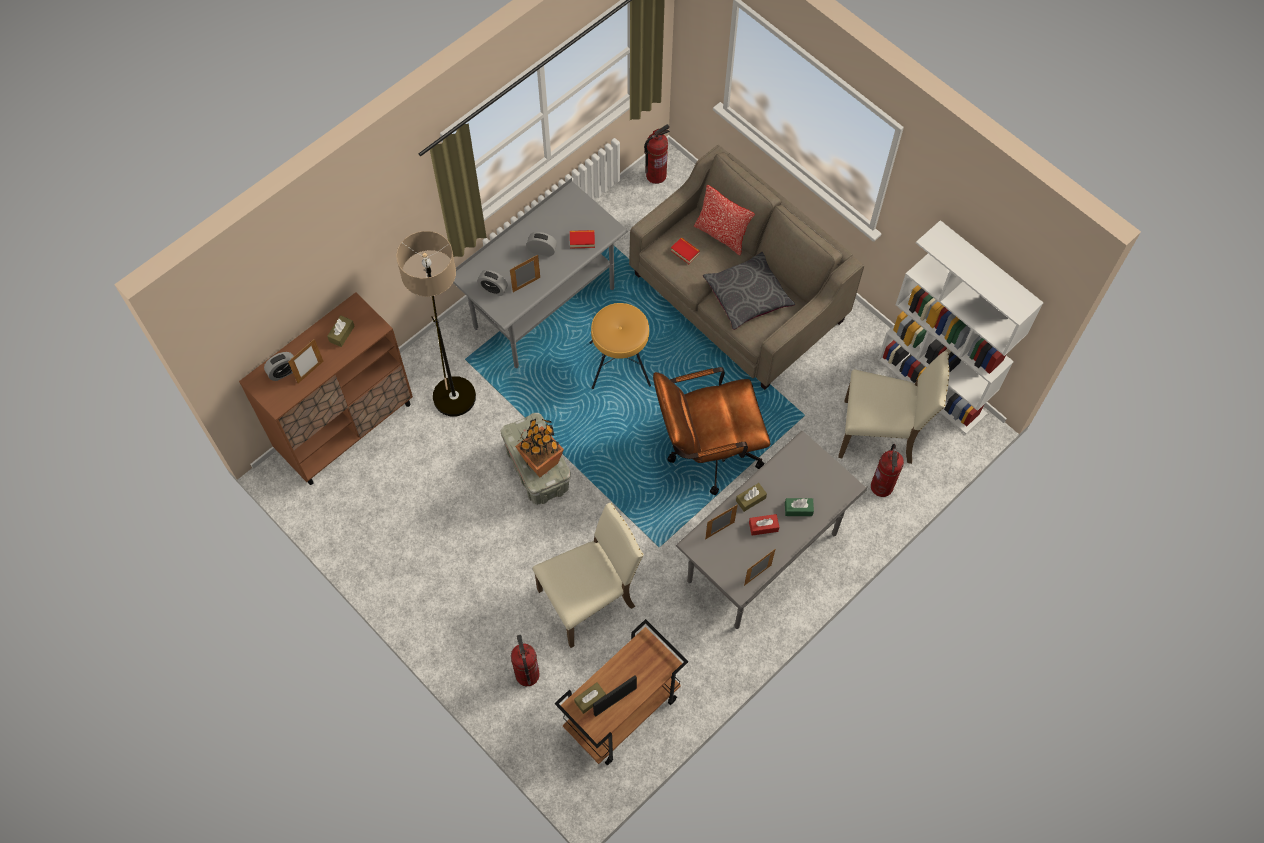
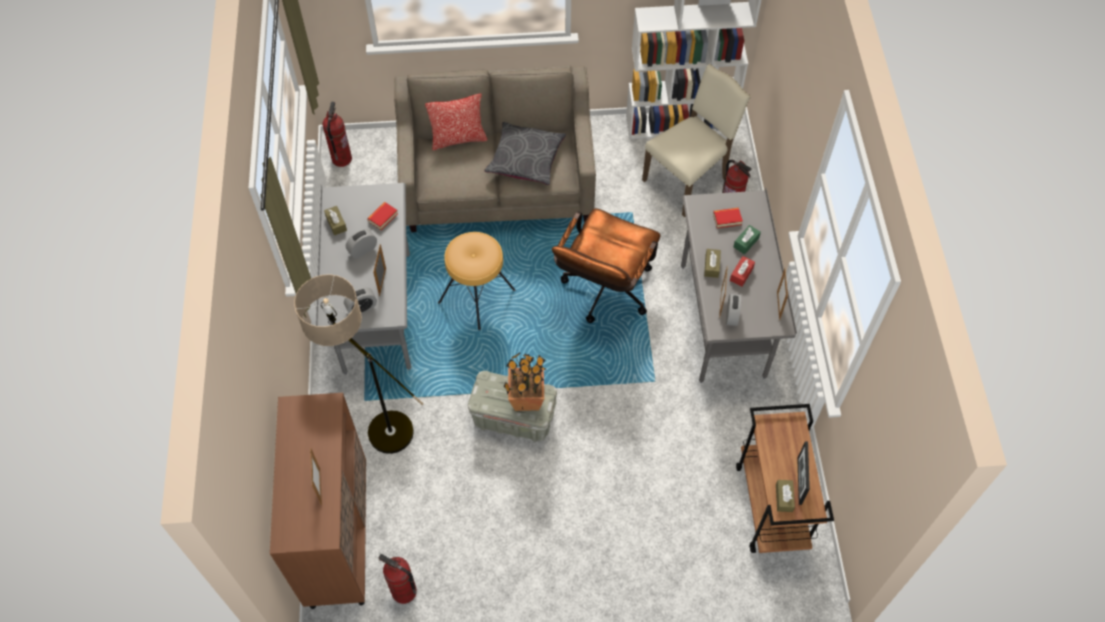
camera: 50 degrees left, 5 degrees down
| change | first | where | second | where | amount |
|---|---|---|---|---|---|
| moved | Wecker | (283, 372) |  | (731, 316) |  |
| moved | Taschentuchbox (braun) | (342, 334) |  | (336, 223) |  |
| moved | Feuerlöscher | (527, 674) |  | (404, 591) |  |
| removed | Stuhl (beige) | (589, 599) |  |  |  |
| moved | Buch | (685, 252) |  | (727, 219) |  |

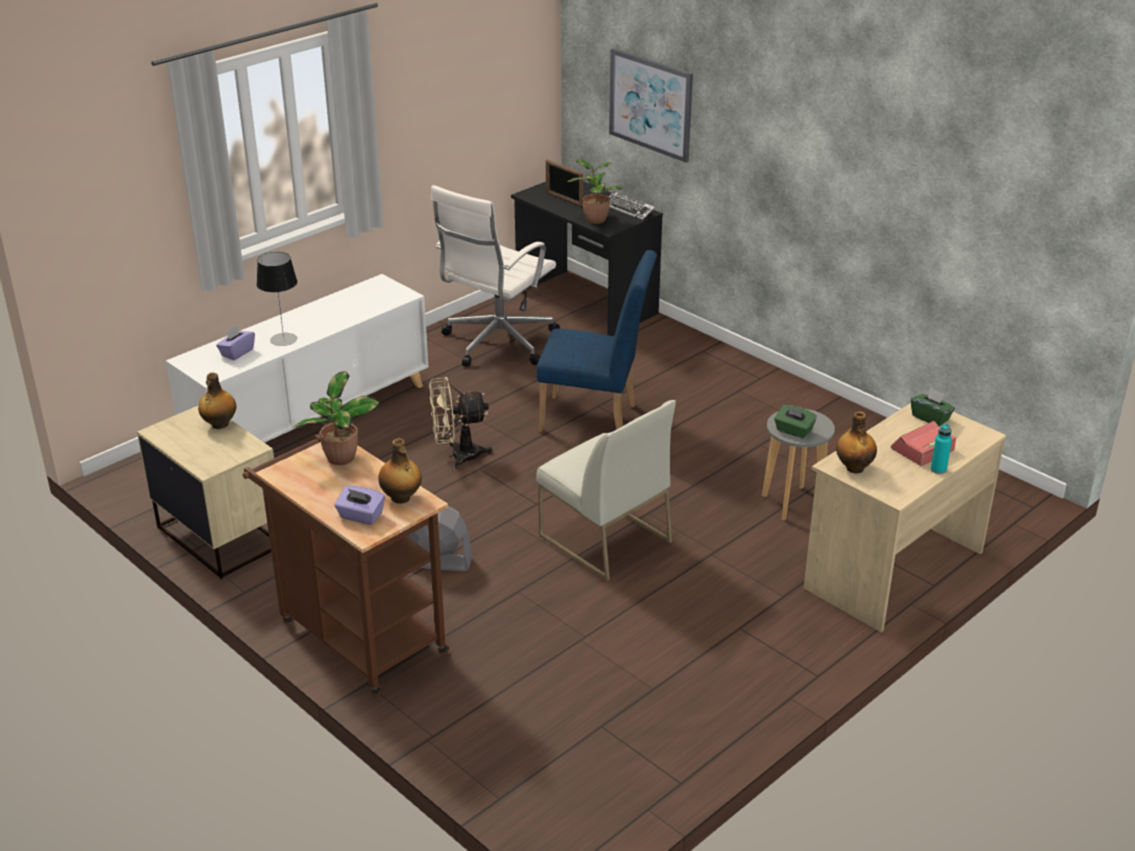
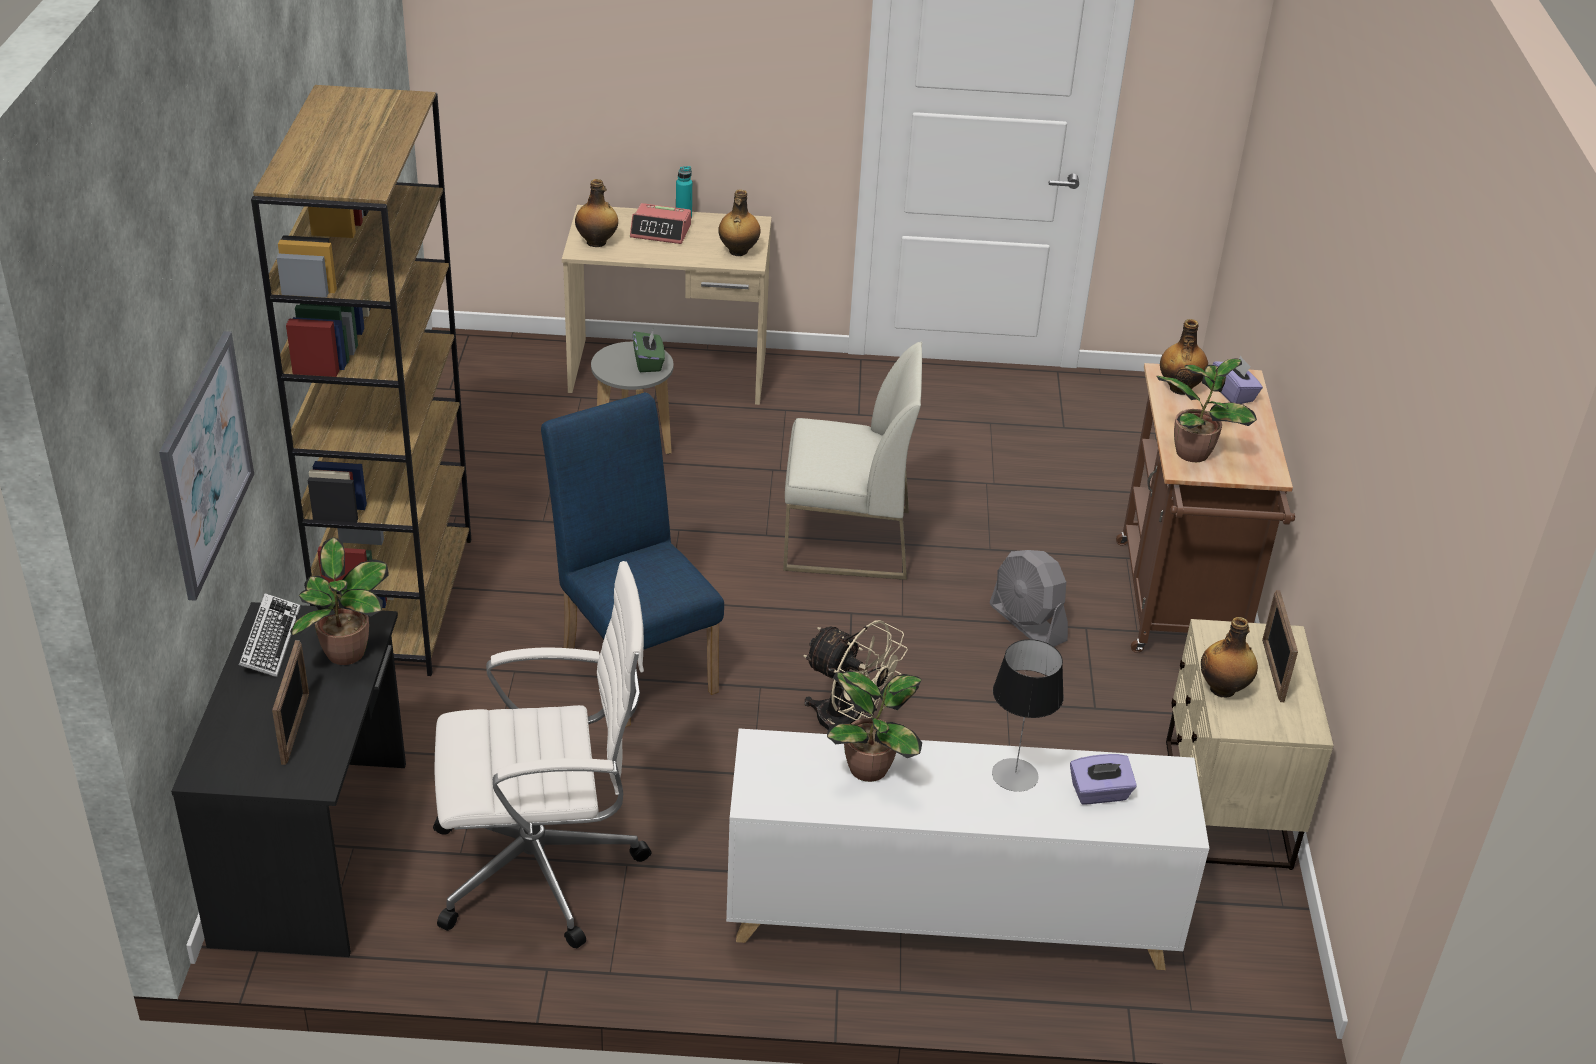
camera: 135 degrees left, 5 degrees up
| change | first | where | second | where | amount |
|---|---|---|---|---|---|
| turned | Stuhl (weiß) | (603, 539) |  | (845, 540) | 90 degrees clockwise |
| replaced | Taschentuchbox (grün) | (930, 418) | Flasche | (597, 242) |  |
| added |  |  | Bücherregal (braun) | (397, 600) |  |
| added |  |  | Topfpflanze | (871, 768) |  |
| added |  |  | Bilderrahmen | (1272, 670) |  |

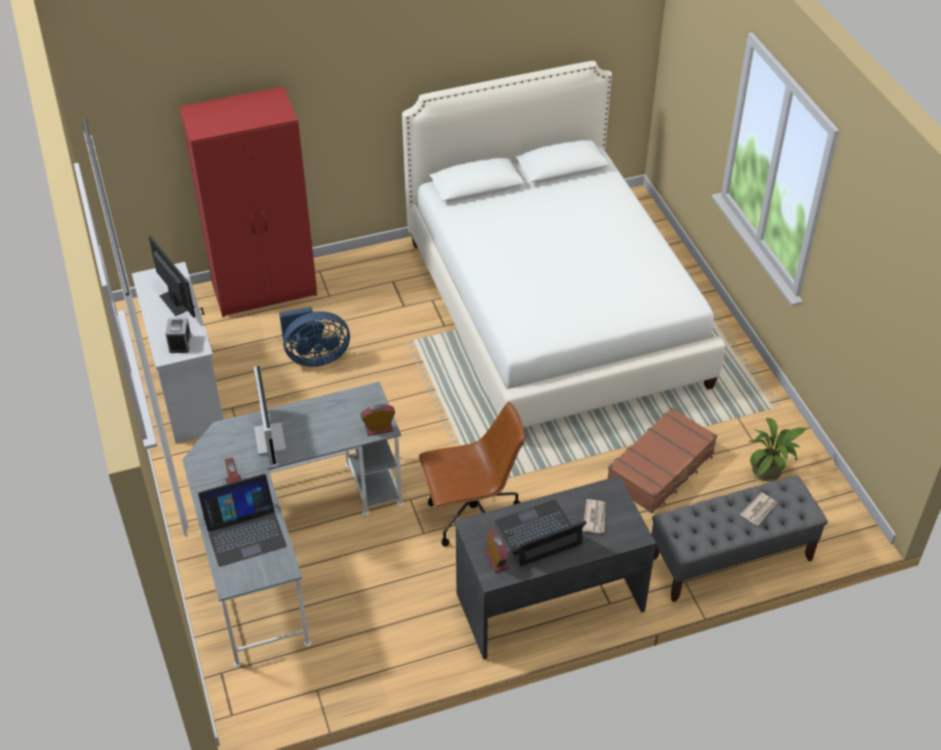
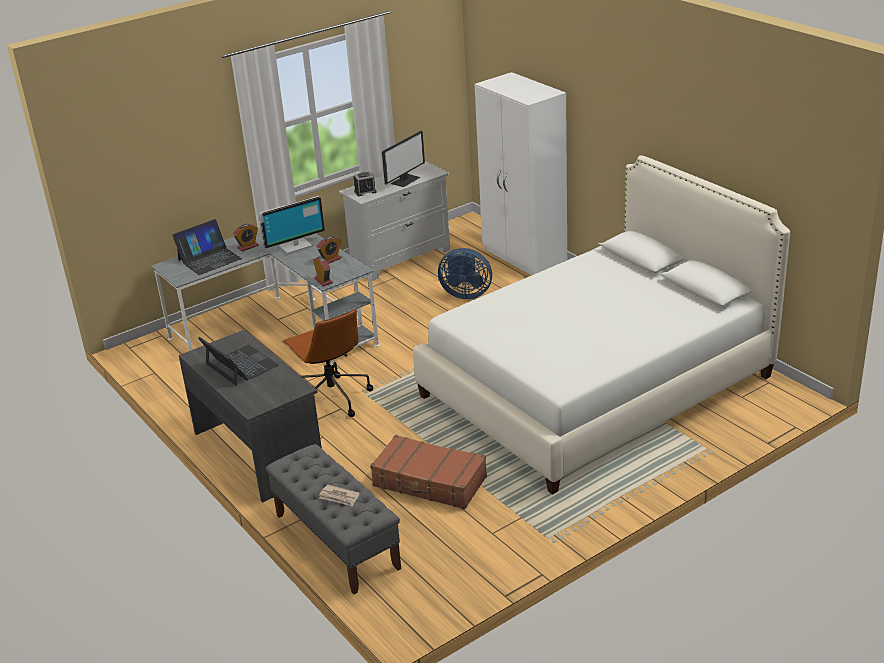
camera: 75 degrees right, 15 degrees down
| change | first | where | second | where | amount |
|---|---|---|---|---|---|
| recoloured | Kleiderschrank (rot) | (265, 290) | Kleiderschrank (weiß) | (524, 257) |  |
| turned | Laptop | (244, 532) |  | (209, 259) | 90 degrees counterclockwise |
| turned | Ventilator (blau) | (315, 357) |  | (465, 294) | 45 degrees counterclockwise |
| moved | Wecker | (497, 560) |  | (330, 259) |  |
| removed | Zeitung | (595, 517) |  |  |  |
| removed | Topfpflanze | (770, 471) |  |  |  |

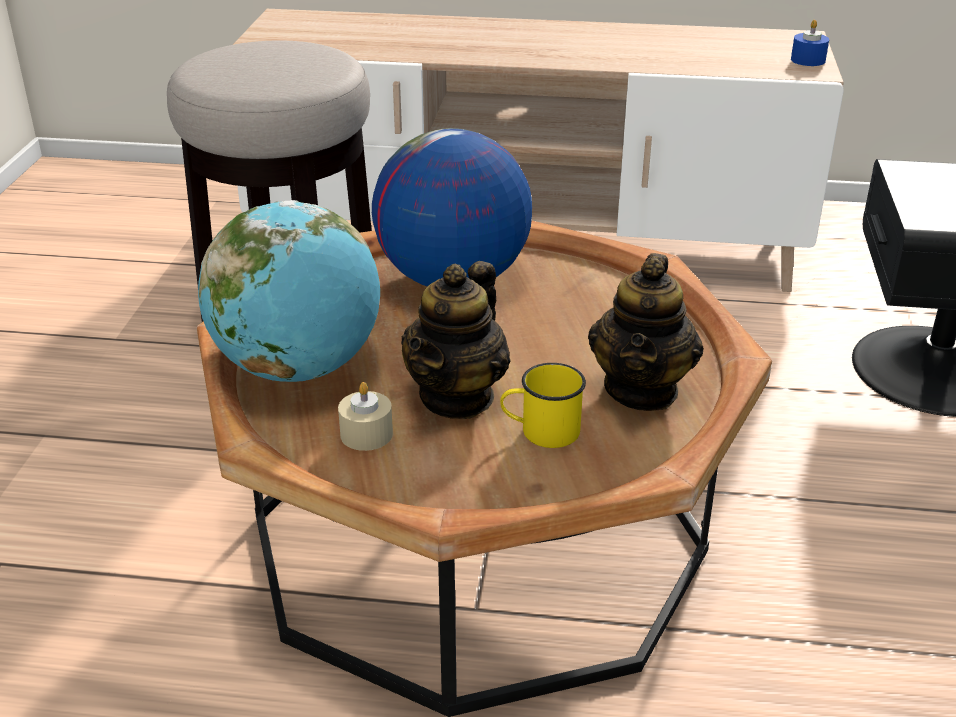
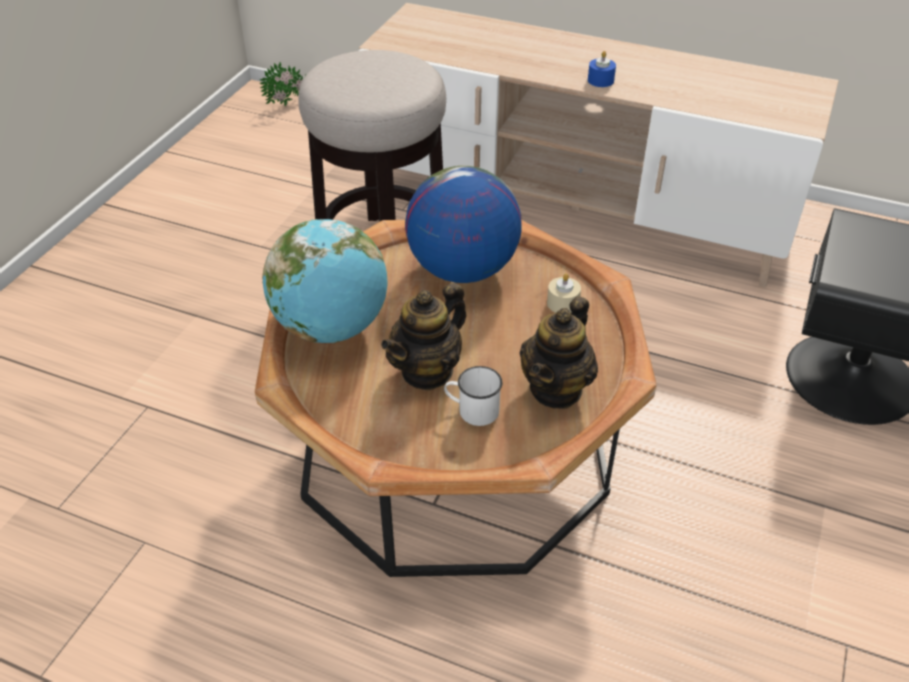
camera: 15 degrees right, 10 degrees up
| change | first | where | second | where | amount |
|---|---|---|---|---|---|
| moved | Kerze (beige) | (366, 434) |  | (563, 303) |  |
| recoloured | Henkelbecher (gelb) | (541, 431) | Henkelbecher (weiß) | (472, 410) |  |
| moved | Kerze (blau) | (808, 60) |  | (600, 80) |  |
| added |  |  | Topfpflanze | (289, 103) |  |

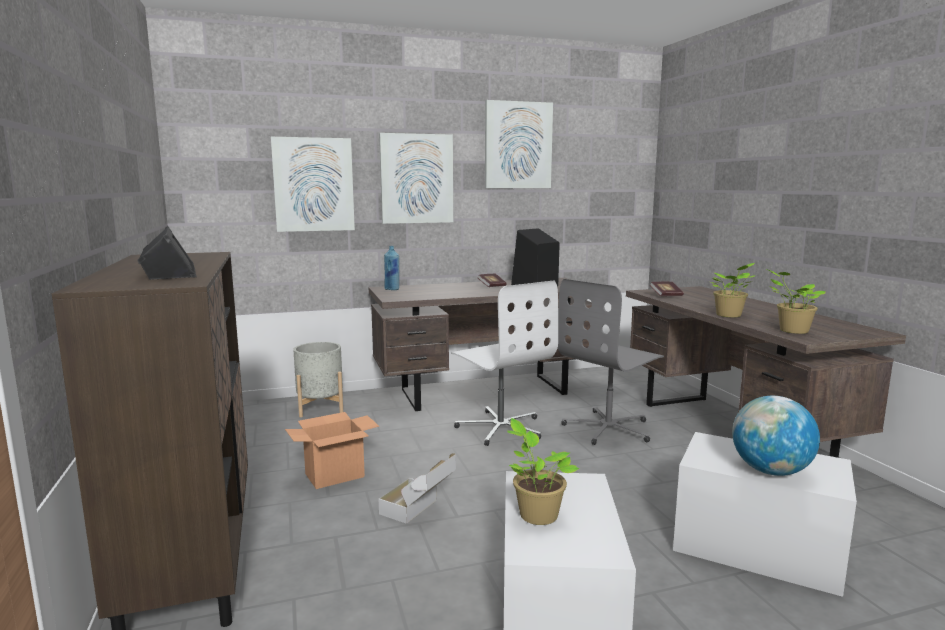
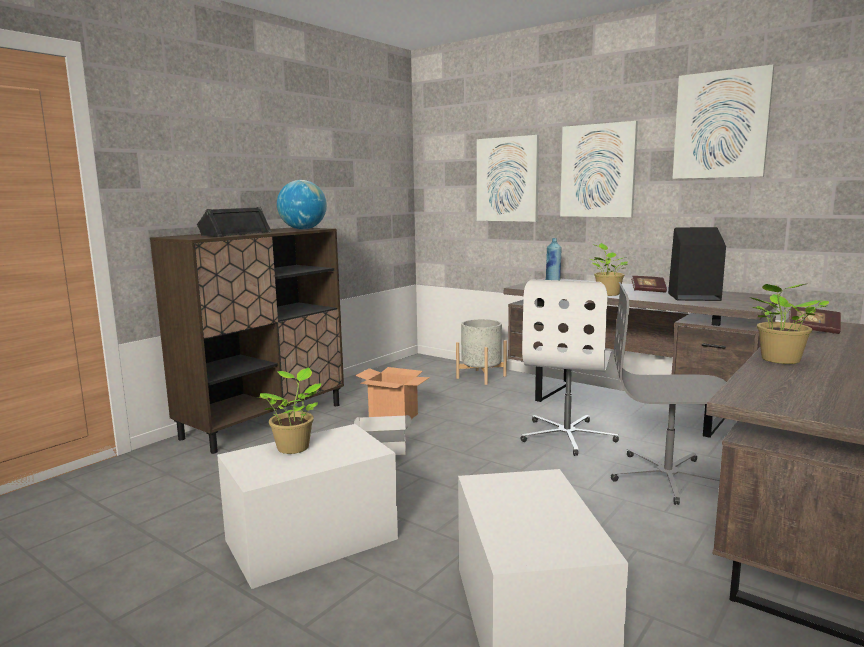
camera: 55 degrees right, 0 degrees up
| change | first | where | second | where | amount |
|---|---|---|---|---|---|
| moved | Globus | (770, 471) |  | (303, 229) |  |
| moved | Topfpflanze | (791, 330) |  | (607, 294) |  |

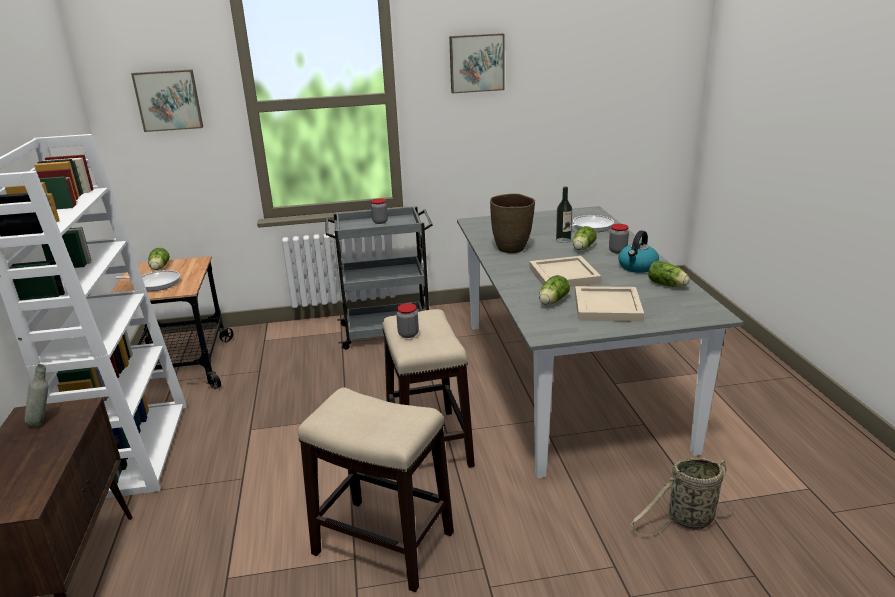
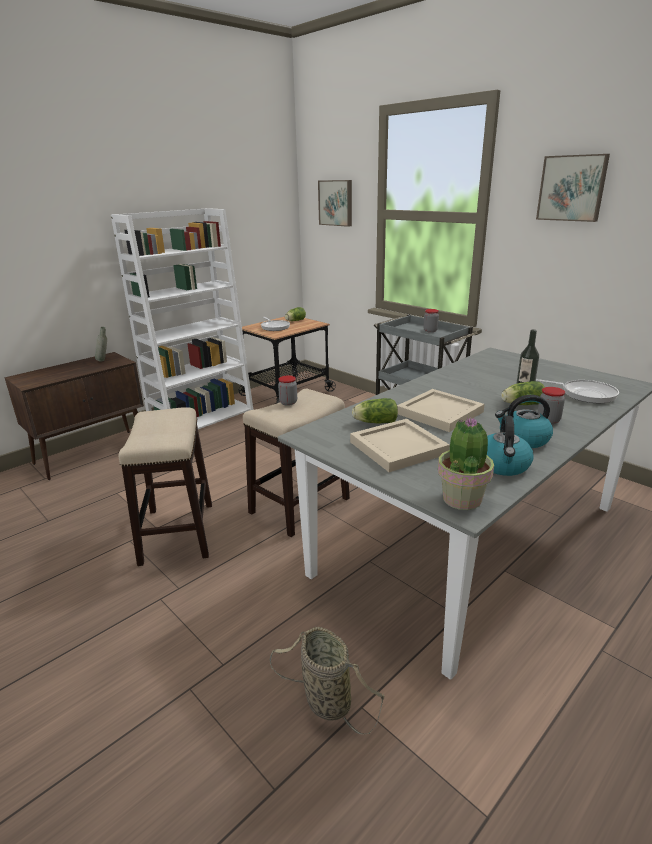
camera: 55 degrees right, 0 degrees up
| change | first | where | second | where | amount |
|---|---|---|---|---|---|
| removed | Vase (braun) | (512, 248) |  |  |  |
| replaced | Salatkopf | (668, 285) | Wasserkessel | (503, 465) |  |
| added |  |  | Topfpflanze | (462, 498) |  |

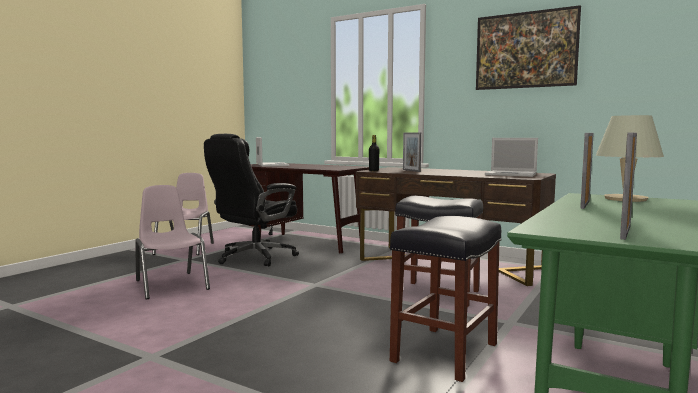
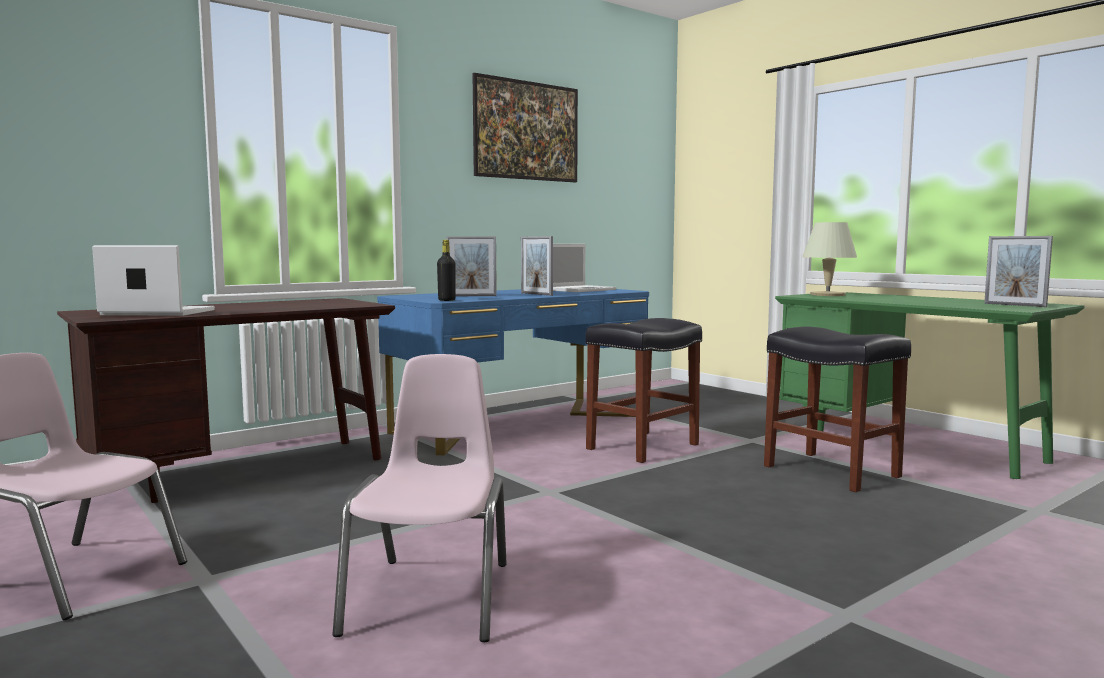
camera: 70 degrees left, 0 degrees up
| change | first | where | second | where | amount |
|---|---|---|---|---|---|
| turned | Stuhl (rosa) | (171, 285) |  | (432, 597) | 105 degrees clockwise |
| removed | Bürostuhl (schwarz) | (254, 257) |  |  |  |
| recoloured | Schreibtisch (braun) | (450, 264) | Schreibtisch (blau) | (520, 424) |  |
| moved | Bilderrahmen | (585, 205) |  | (536, 294) |  |

